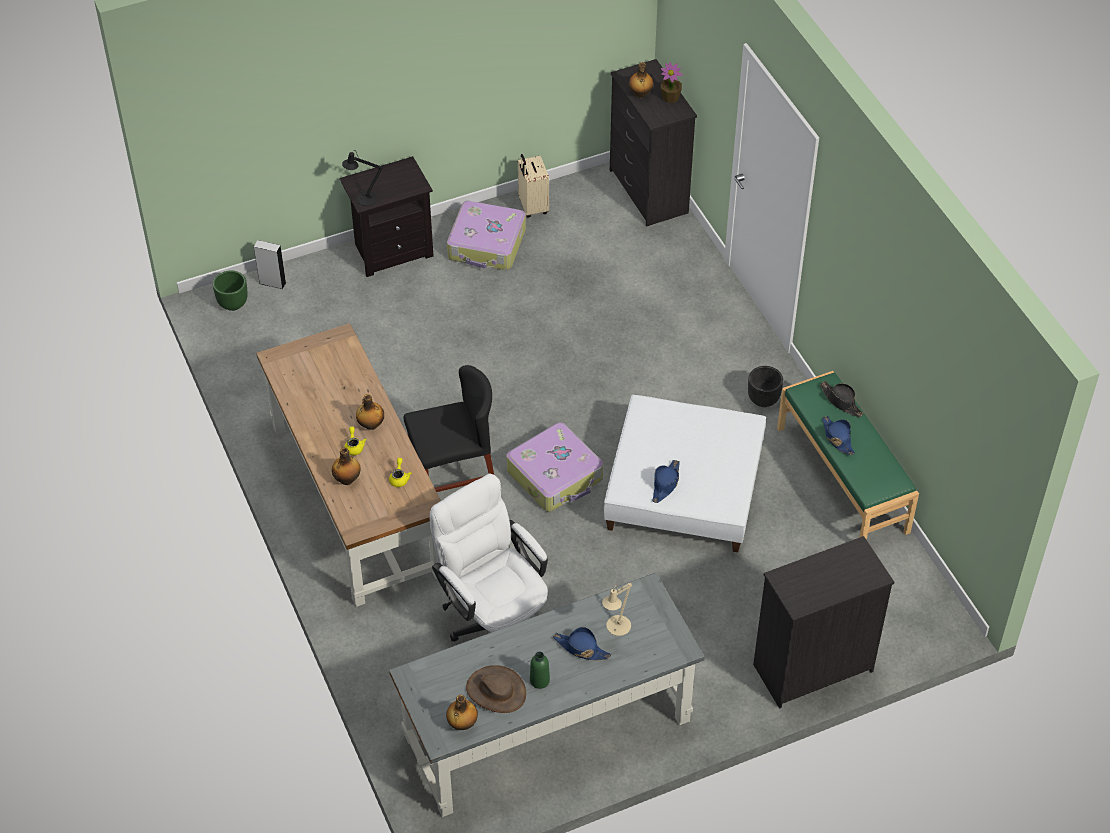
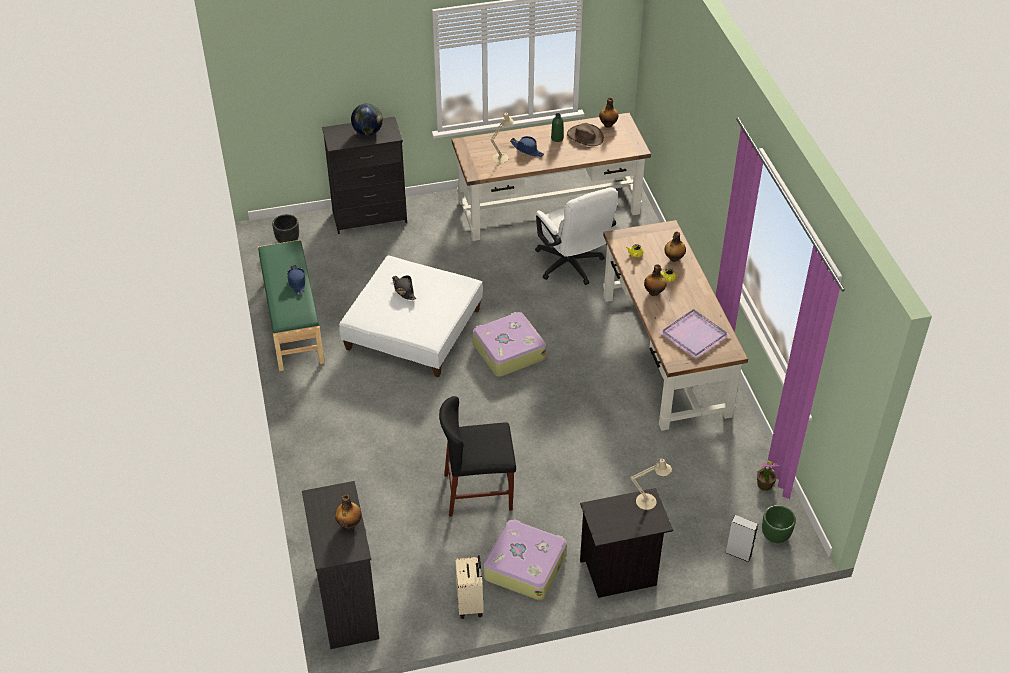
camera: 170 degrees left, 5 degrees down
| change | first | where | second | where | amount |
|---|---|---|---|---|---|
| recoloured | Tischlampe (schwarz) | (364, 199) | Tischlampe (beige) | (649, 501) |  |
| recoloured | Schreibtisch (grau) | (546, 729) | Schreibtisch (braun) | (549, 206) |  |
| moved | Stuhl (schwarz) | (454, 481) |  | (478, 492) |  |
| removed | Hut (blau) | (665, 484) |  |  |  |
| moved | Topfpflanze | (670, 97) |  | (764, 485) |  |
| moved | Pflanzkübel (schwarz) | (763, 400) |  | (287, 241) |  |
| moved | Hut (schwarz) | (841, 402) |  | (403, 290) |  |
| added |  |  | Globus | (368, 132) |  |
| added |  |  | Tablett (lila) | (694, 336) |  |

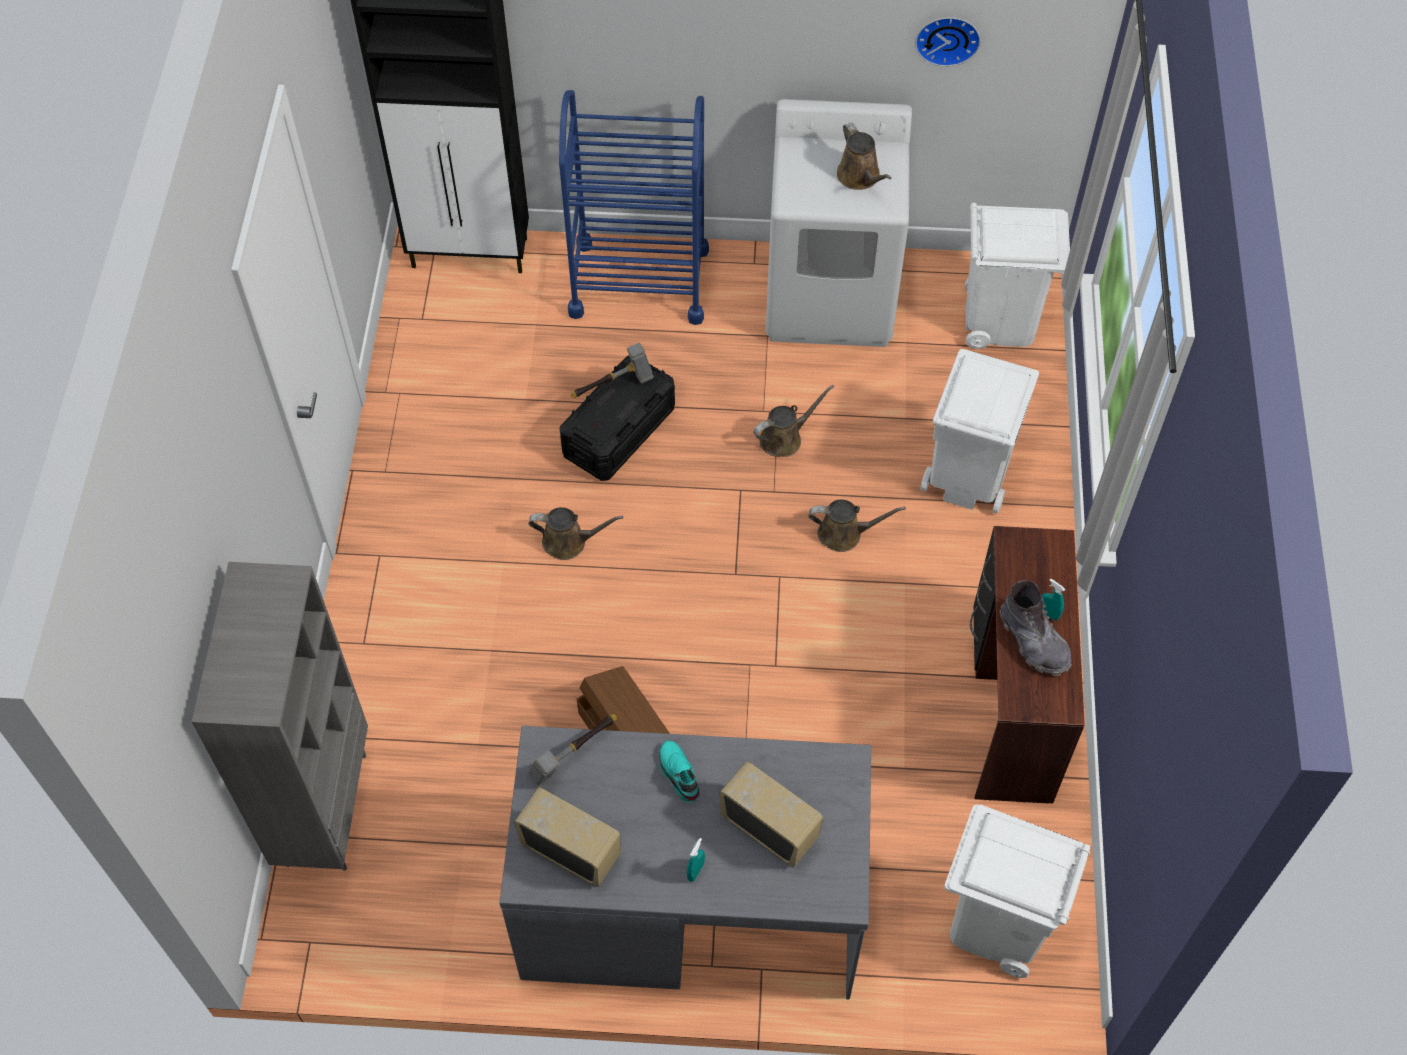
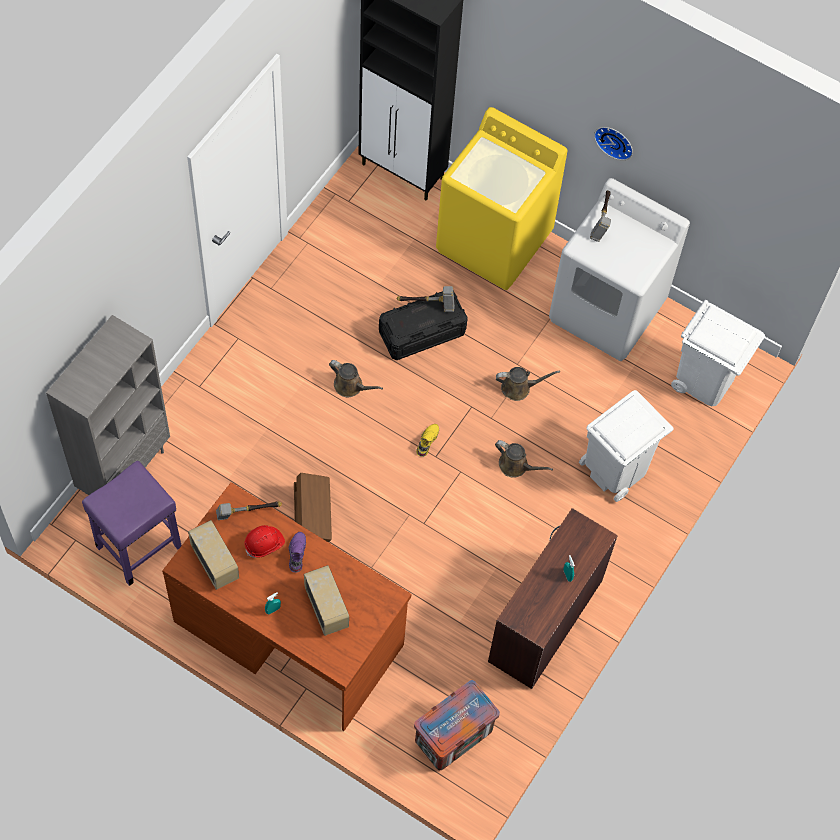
camera: 25 degrees right, 5 degrees up
| change | first | where | second | where | amount |
|---|---|---|---|---|---|
| recoloured | Schreibtisch (grau) | (689, 904) | Schreibtisch (braun) | (289, 631) |  |
| replaced | Rollwagen (blau) | (639, 281) | Waschmaschine (gelb) | (494, 242) |  |
| recoloured | Schuh (türkis) | (678, 774) | Schuh (lila) | (296, 553) |  |
| removed | Gießkanne (braun) | (860, 177) |  |  |  |
| moved | Wanduhr | (947, 38) |  | (615, 141) |  |
| replaced | Mülleimer (weiß) | (996, 924) | Kiste | (453, 737) |  |
| removed | Stiefel (grau) | (1033, 641) |  |  |  |
| added |  |  | Hocker (lila) | (140, 545) |  |
| added |  |  | Schutzhelm (rot) | (264, 544) |  |
| added |  |  | Schuh (gelb) | (426, 441) |  |
| added |  |  | Hammer | (602, 220) |  |

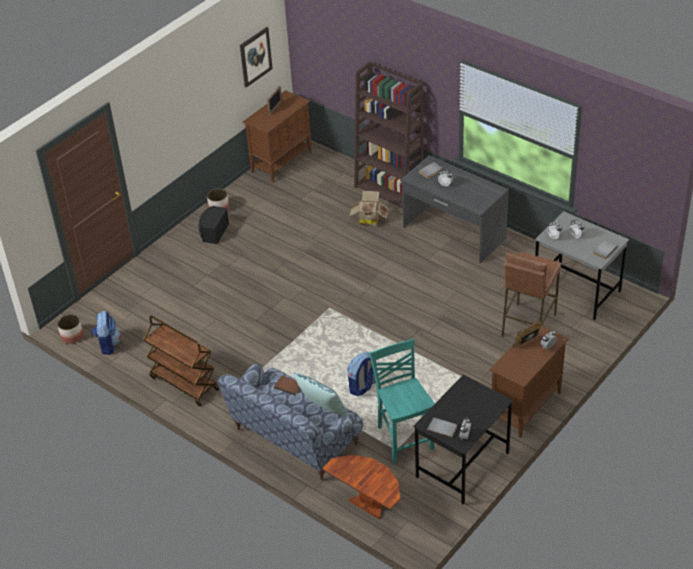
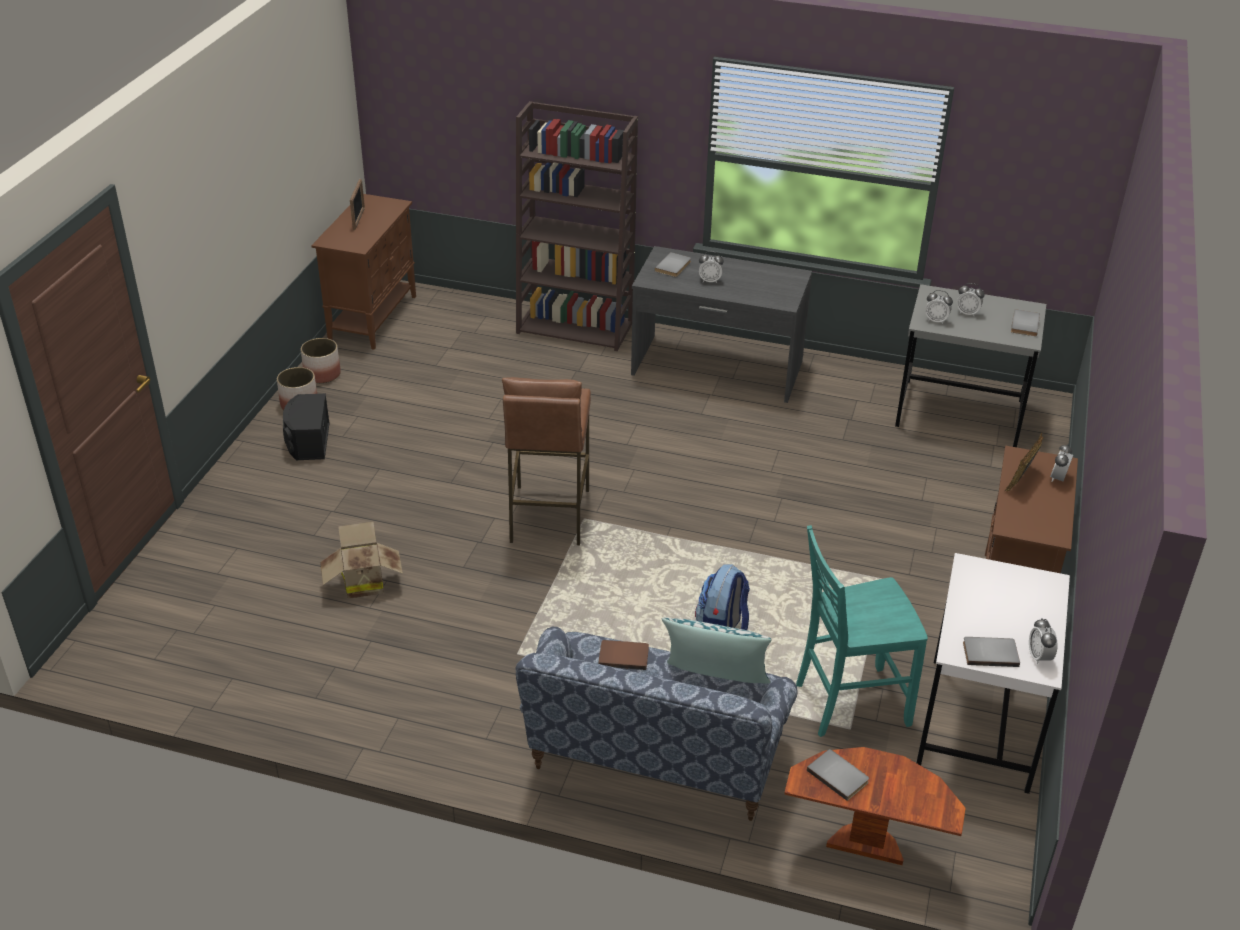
camera: 25 degrees left, 5 degrees down
| change | first | where | second | where | amount |
|---|---|---|---|---|---|
| moved | Pflanzkübel | (72, 336) |  | (322, 374) |  |
| removed | Rucksack | (108, 345) |  |  |  |
| removed | Rollwagen (braun) | (183, 383) |  |  |  |
| removed | Bild | (255, 56) |  |  |  |
| moved | Karton | (369, 219) |  | (362, 583) |  |
| turned | Stuhl (türkis) | (404, 437) |  | (848, 703) | 60 degrees counterclockwise |
| recoloured | Schreibtisch (schwarz) | (462, 466) | Schreibtisch (weiß) | (979, 725) |  |
| moved | Hocker (braun) | (527, 325) |  | (548, 516) |  |
| added |  |  | Buch (grau) | (839, 775) |  |

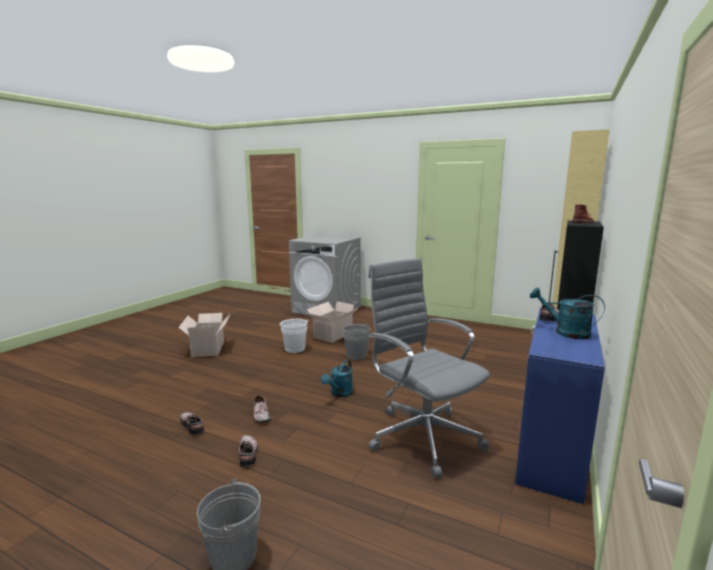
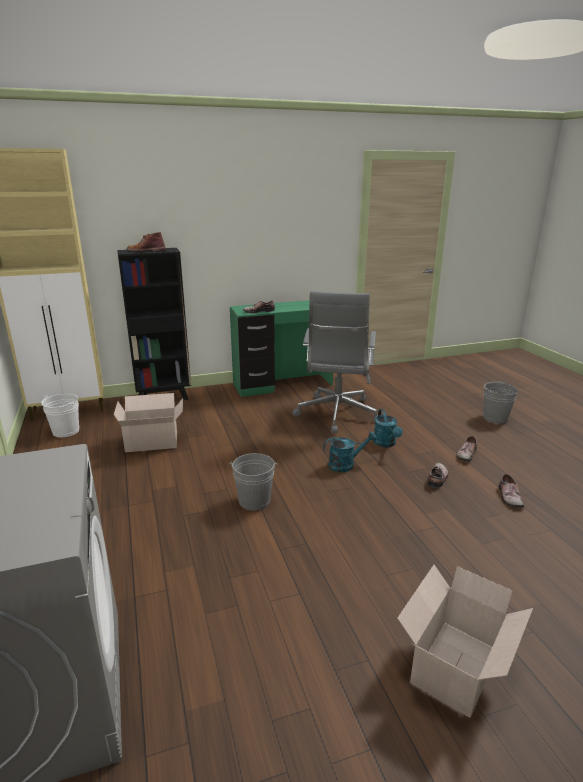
camera: 135 degrees left, 10 degrees up
| change | first | where | second | where | amount |
|---|---|---|---|---|---|
| moved | Eimer (weiß) | (295, 349) |  | (66, 431) |  |
| moved | Karton | (332, 335) |  | (153, 442) |  |
| recoloured | Schreibtisch (blau) | (549, 447) | Schreibtisch (grün) | (283, 385) |  |
| moved | Gießkanne (türkis) | (565, 332) |  | (386, 444) |  |

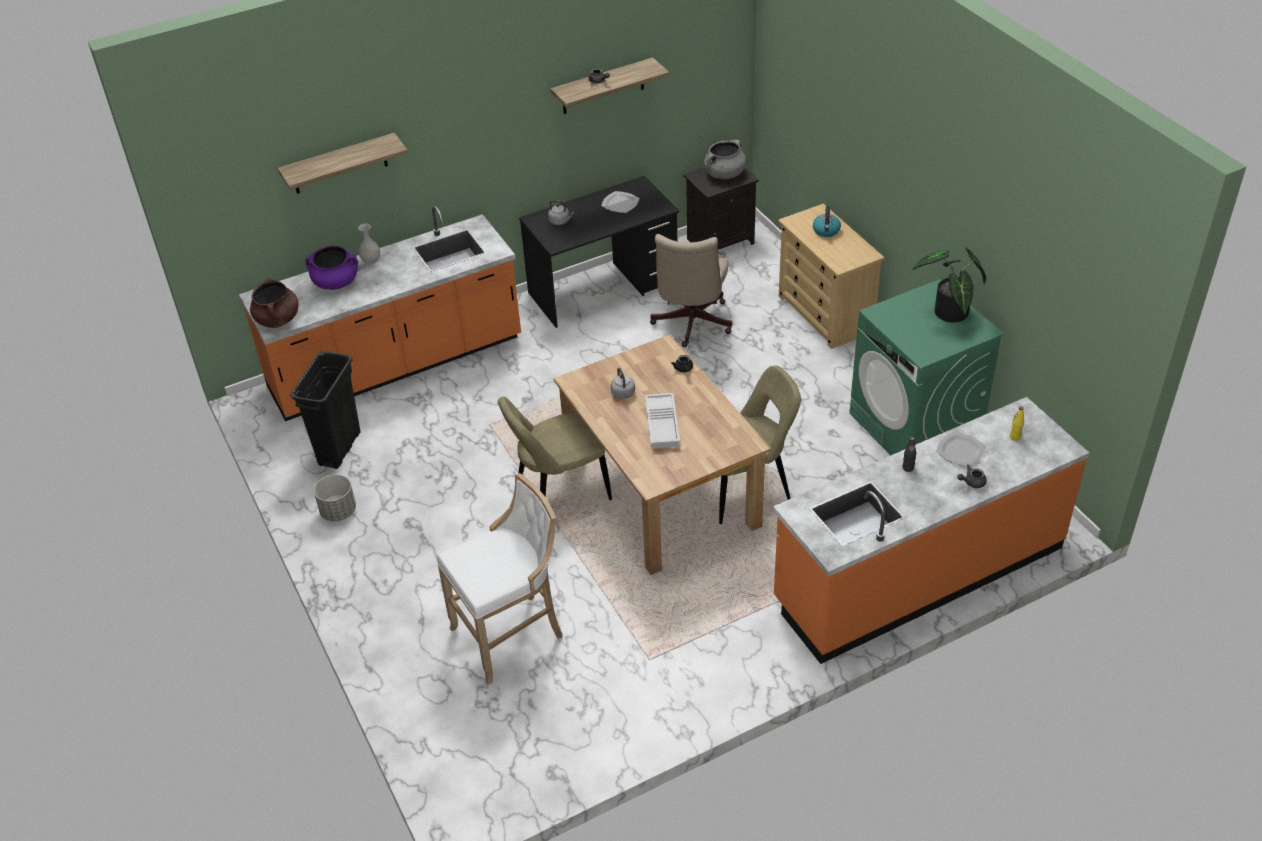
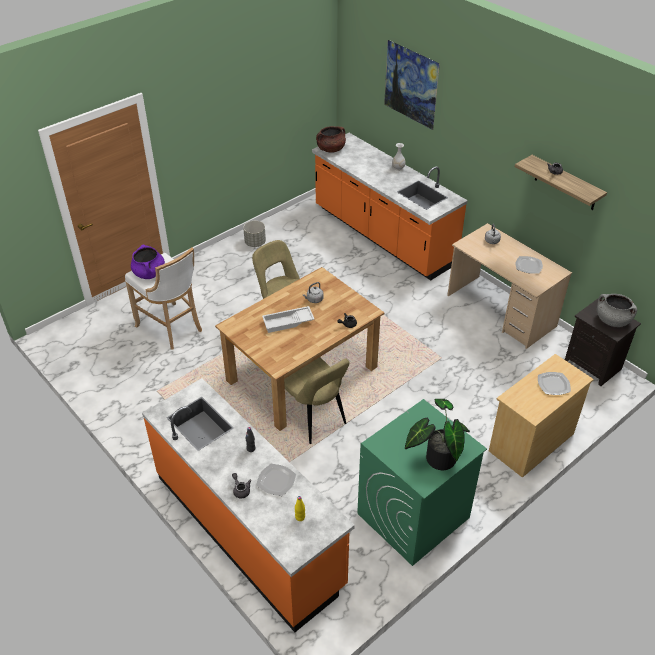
camera: 75 degrees right, 0 degrees up
| change | first | where | second | where | amount |
|---|---|---|---|---|---|
| replaced | Wandregal | (339, 164) | Bild | (409, 101) |  |
| removed | Mülleimer (schwarz) | (339, 448) |  |  |  |
| moved | Kochtopf (lila) | (336, 282) |  | (149, 273) |  |
| recoloured | Schreibtisch (schwarz) | (603, 288) | Schreibtisch (beige) | (501, 311) |  |
| removed | Bürostuhl (beige) | (690, 324) |  |  |  |
| replaced | Wasserkessel | (826, 231) | Teller | (554, 384) |  |

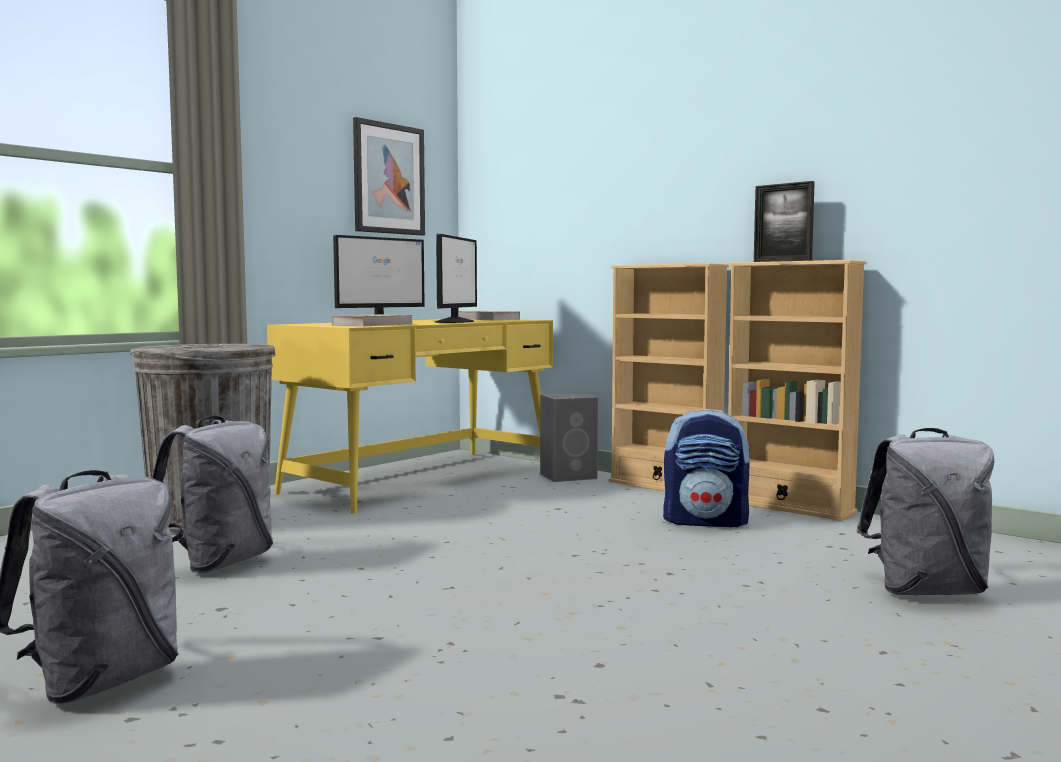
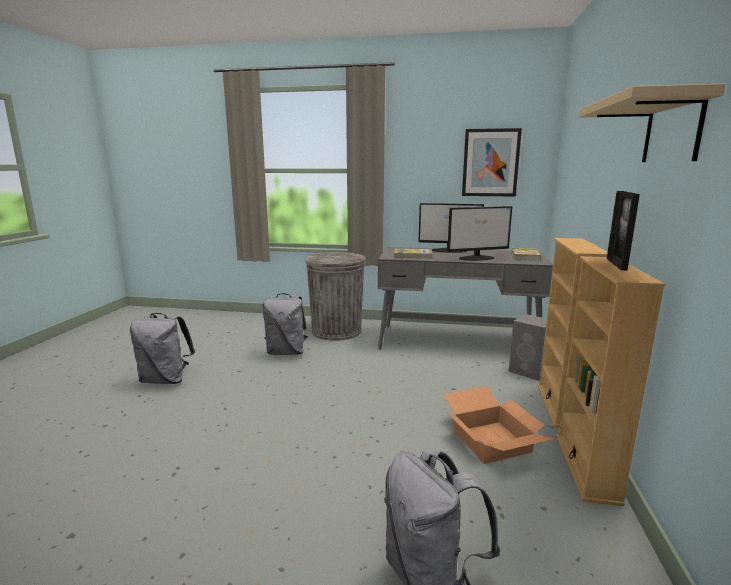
camera: 60 degrees right, 10 degrees up
| change | first | where | second | where | amount |
|---|---|---|---|---|---|
| recoloured | Schreibtisch (gelb) | (423, 479) | Schreibtisch (grau) | (457, 342) |  |
| replaced | Rucksack | (706, 521) | Karton | (493, 441) |  |
| added |  |  | Wandregal (beige) | (672, 130) |  |

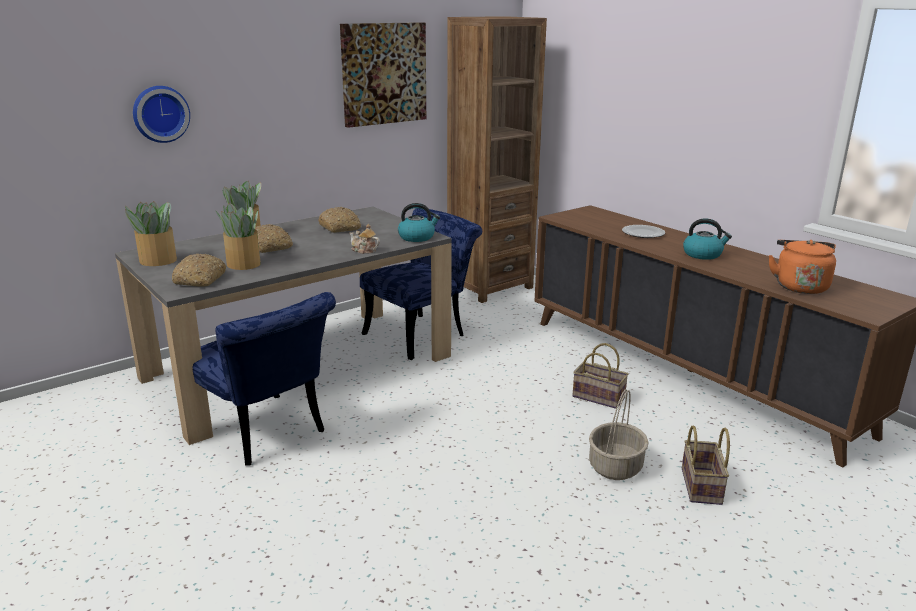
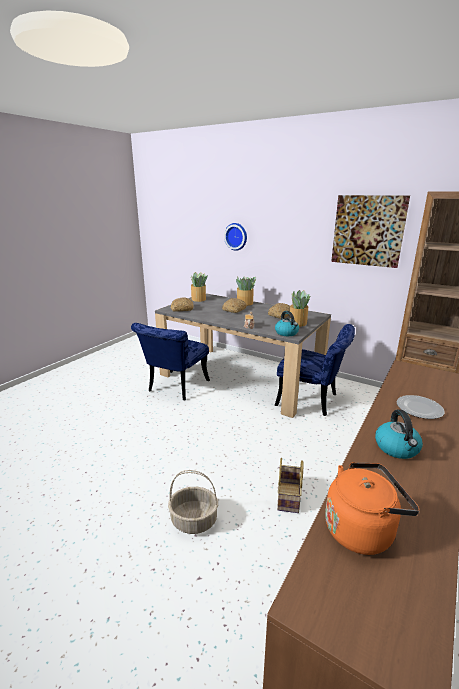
camera: 70 degrees right, 0 degrees up
| change | first | where | second | where | amount |
|---|---|---|---|---|---|
| moved | Topfpflanze | (243, 264) |  | (297, 323) |  |
| removed | Korb | (702, 487) |  |  |  |

